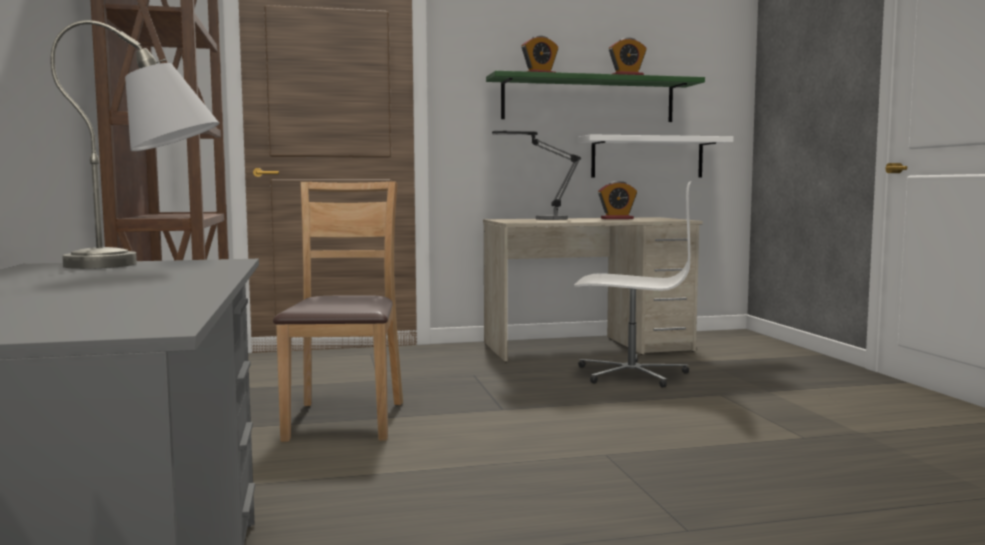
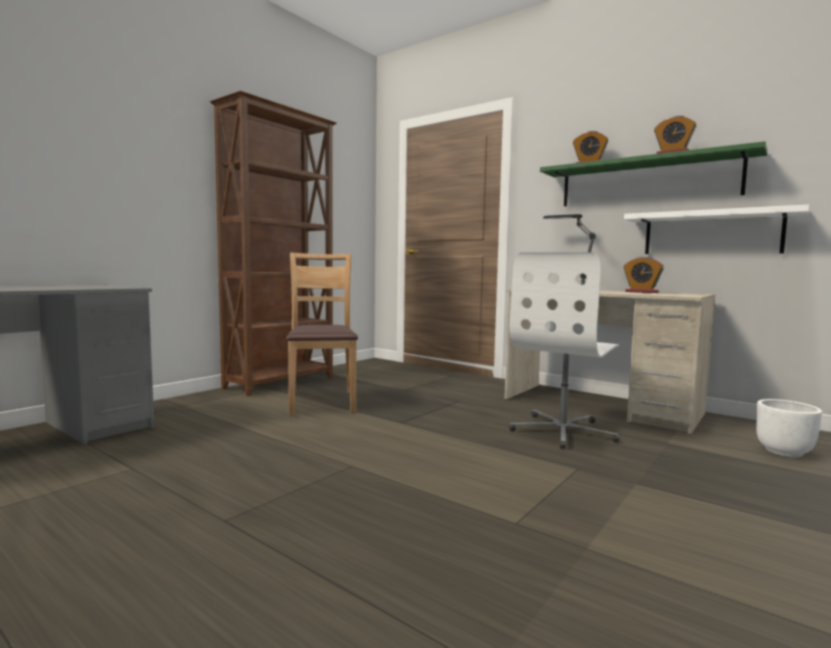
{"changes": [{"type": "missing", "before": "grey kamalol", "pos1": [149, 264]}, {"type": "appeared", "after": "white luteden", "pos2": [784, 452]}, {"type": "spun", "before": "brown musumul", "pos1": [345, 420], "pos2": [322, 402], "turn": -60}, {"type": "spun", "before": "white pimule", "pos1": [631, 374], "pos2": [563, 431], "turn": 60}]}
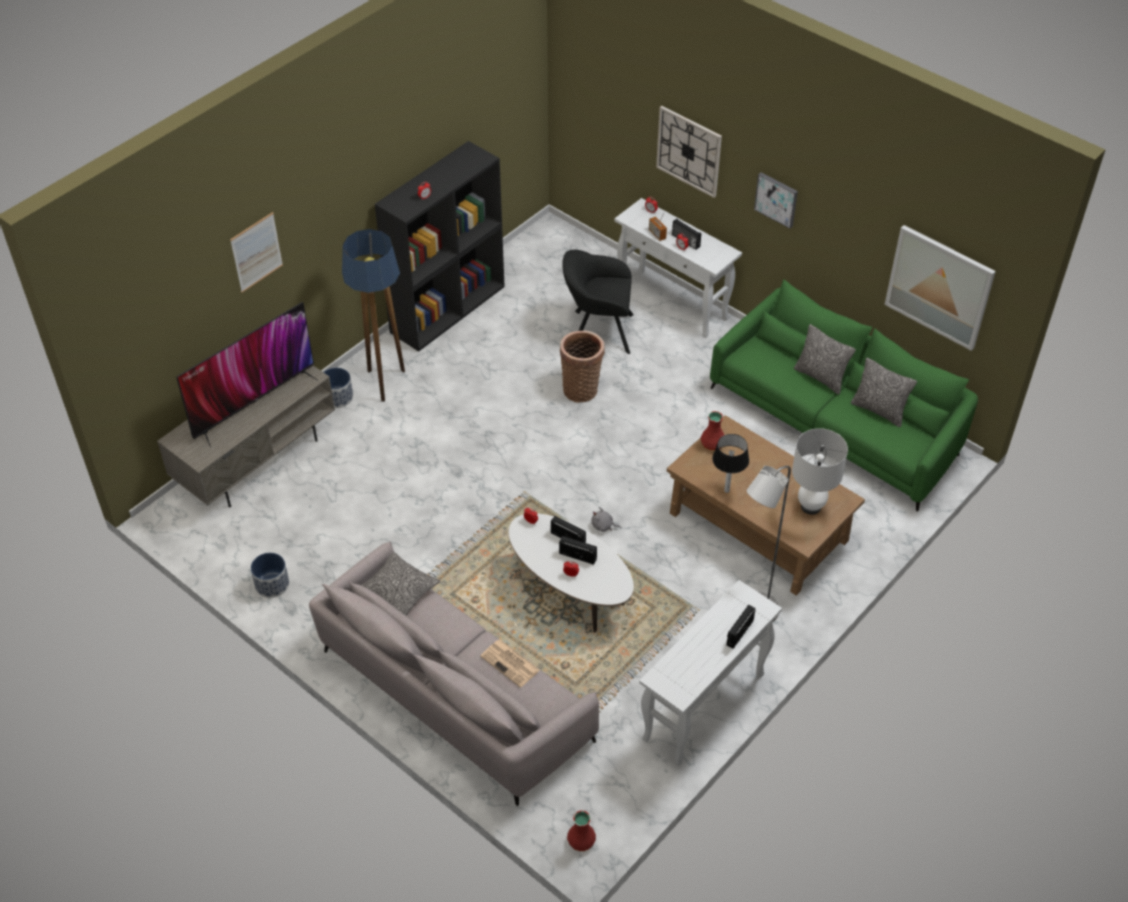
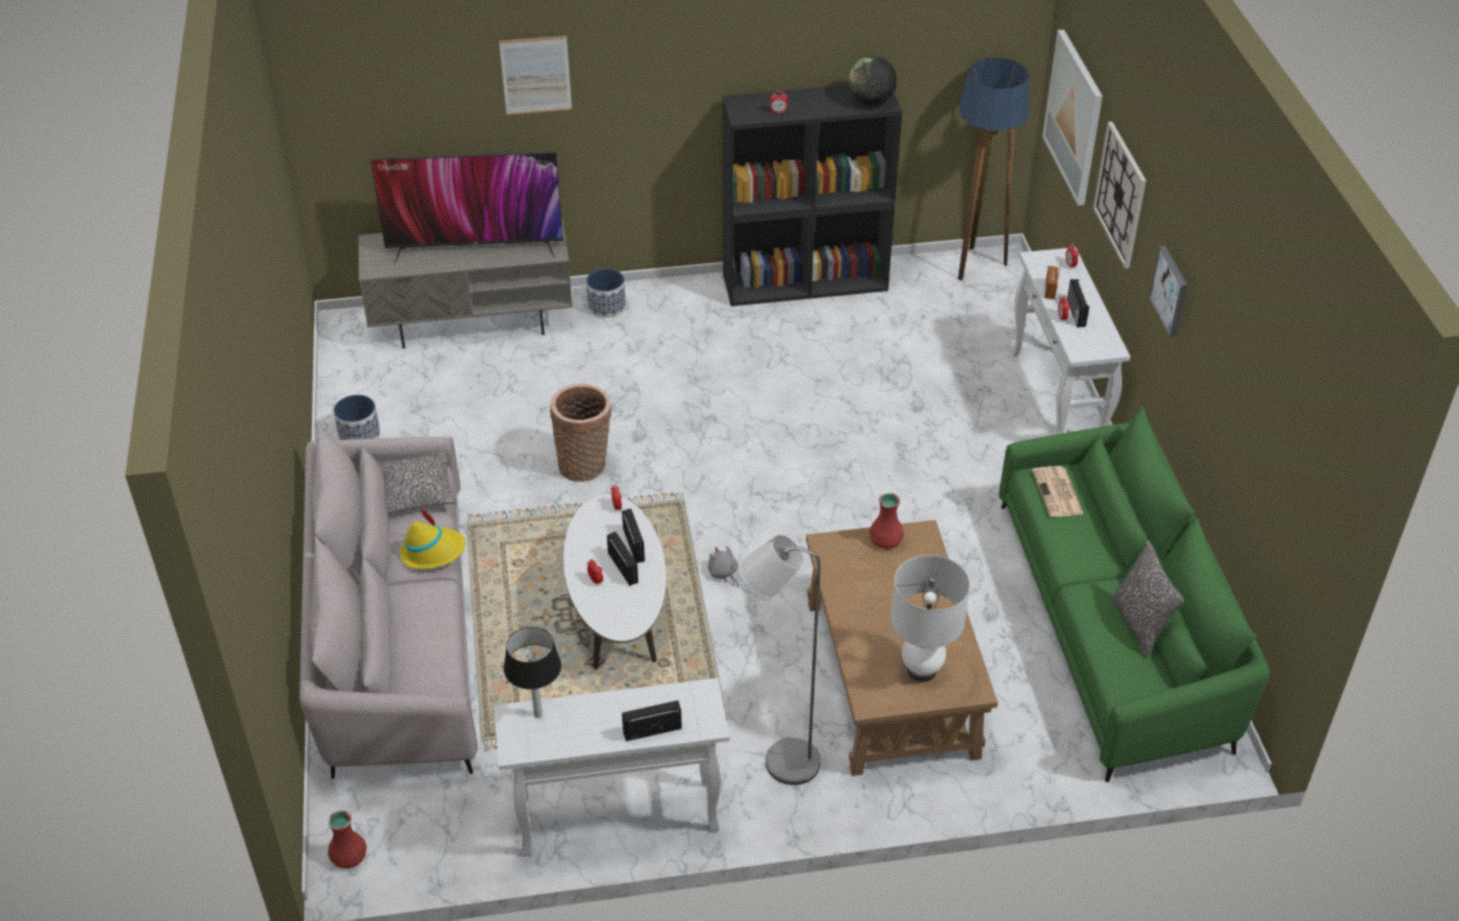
{"changes": [{"type": "missing", "before": "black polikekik", "pos1": [597, 331]}, {"type": "missing", "before": "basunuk", "pos1": [820, 377]}, {"type": "appeared", "after": "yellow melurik", "pos2": [433, 551]}, {"type": "appeared", "after": "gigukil", "pos2": [871, 101]}, {"type": "relocated", "before": "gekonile", "pos1": [385, 384], "pos2": [975, 266]}, {"type": "relocated", "before": "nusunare", "pos1": [511, 663], "pos2": [1058, 493]}, {"type": "relocated", "before": "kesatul", "pos1": [581, 388], "pos2": [585, 465]}, {"type": "relocated", "before": "kamalol", "pos1": [727, 490], "pos2": [538, 715]}, {"type": "relocated", "before": "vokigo", "pos1": [939, 287], "pos2": [1074, 117]}]}
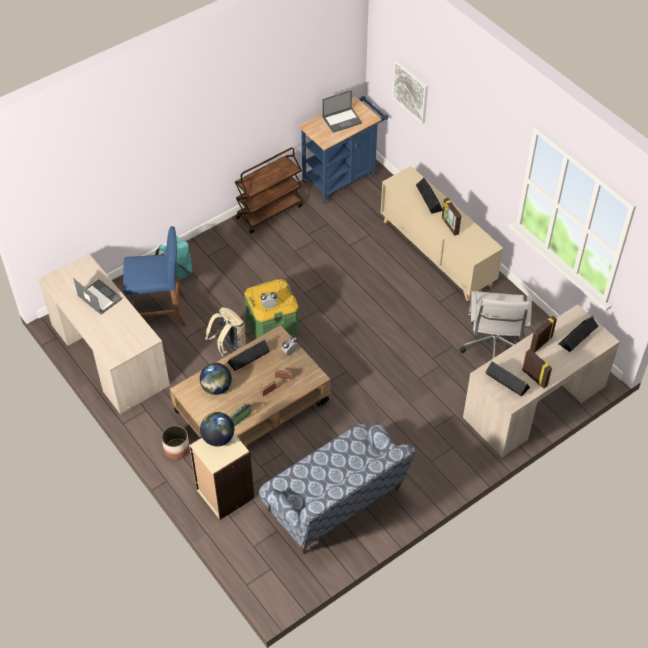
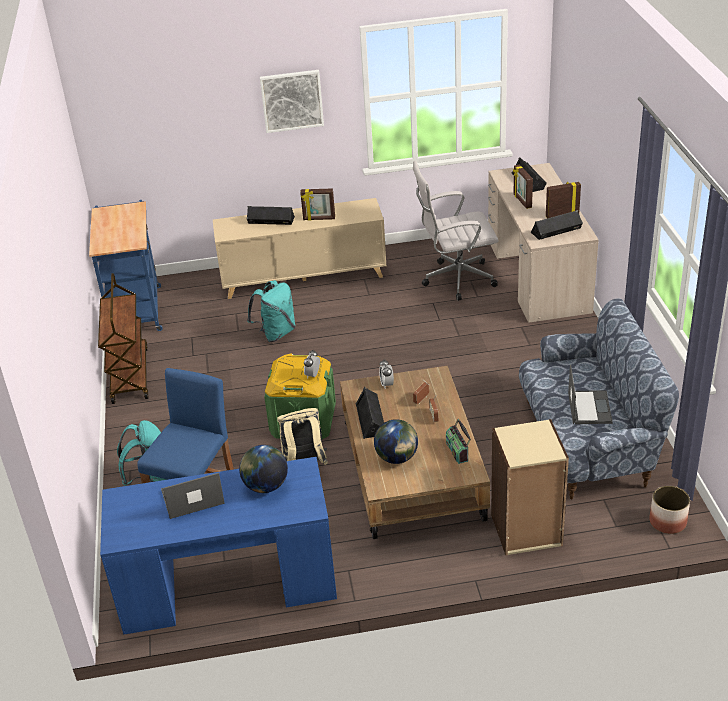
{"changes": [{"type": "appeared", "after": "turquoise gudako", "pos2": [276, 333]}, {"type": "relocated", "before": "luteden", "pos1": [176, 449], "pos2": [668, 522]}, {"type": "relocated", "before": "gigukil", "pos1": [218, 438], "pos2": [265, 486]}, {"type": "relocated", "before": "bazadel", "pos1": [342, 120], "pos2": [589, 407]}, {"type": "relocated", "before": "vokigo", "pos1": [411, 91], "pos2": [292, 100]}, {"type": "colour", "before": "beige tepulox", "after": "blue tepulox", "pos1": [110, 354], "pos2": [227, 582]}, {"type": "spun", "before": "white pimule", "pos1": [492, 349], "pos2": [455, 280], "turn": 135}]}
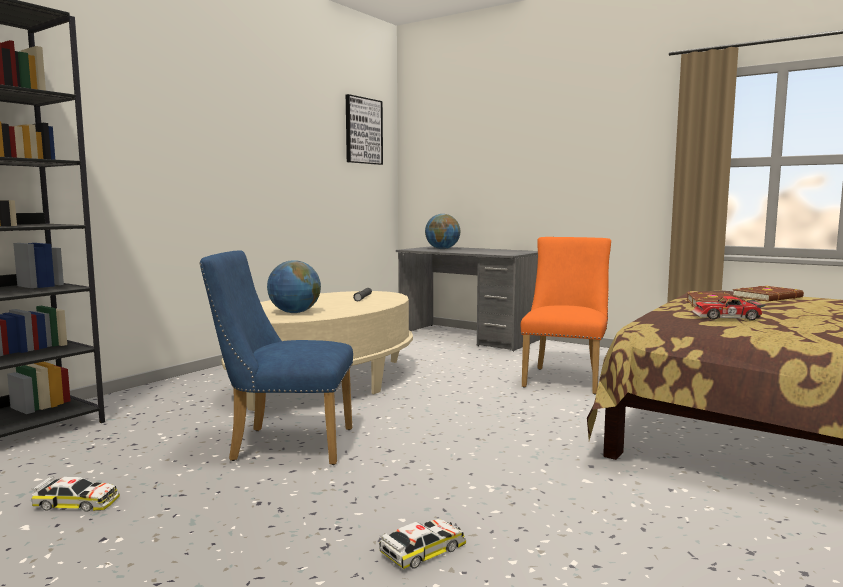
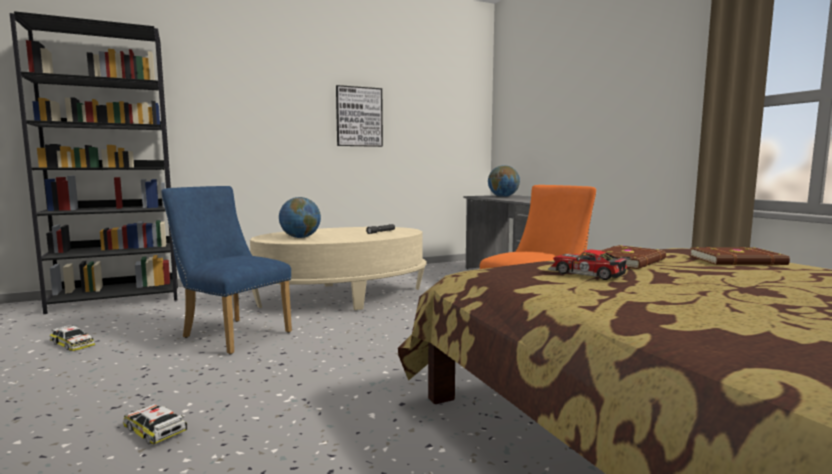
{"changes": [{"type": "relocated", "before": "vokigo", "pos1": [363, 131], "pos2": [359, 117]}, {"type": "spun", "before": "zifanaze", "pos1": [423, 551], "pos2": [154, 430], "turn": -135}]}
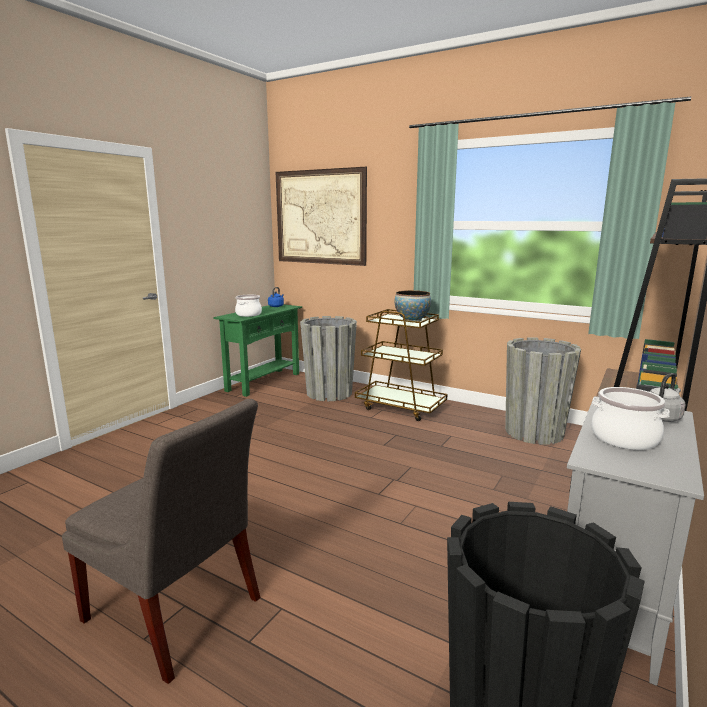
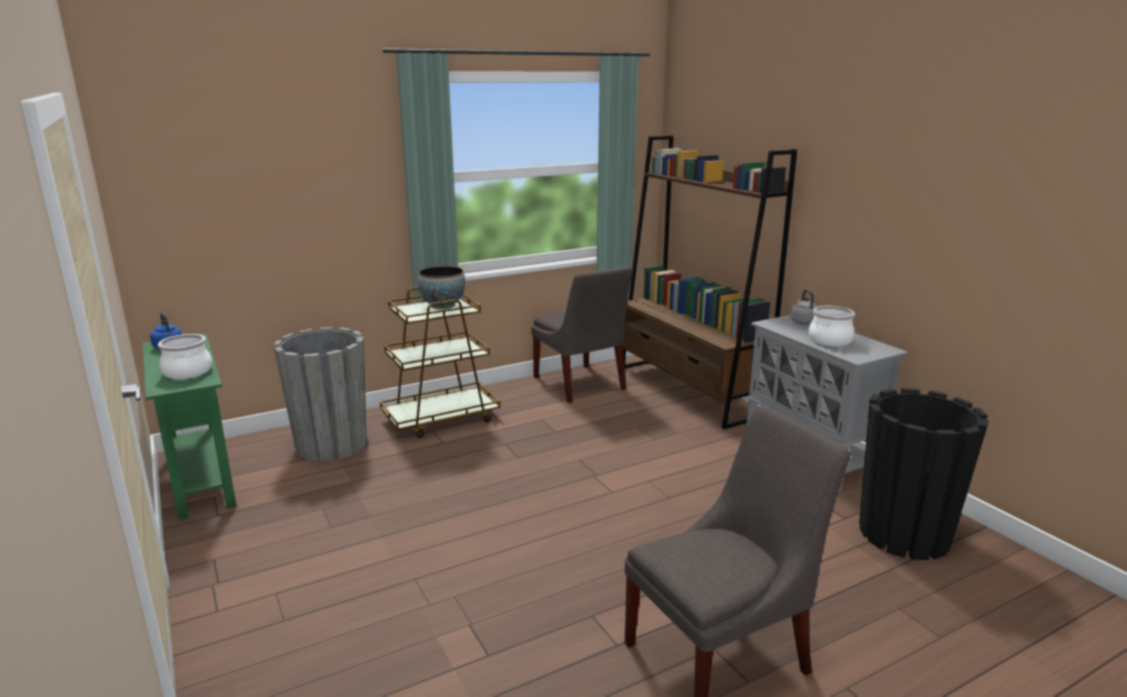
{"changes": [{"type": "missing", "before": "vokigo", "pos1": [320, 217]}, {"type": "exchanged", "before": "grey luteden", "after": "grey musumul", "pos1": [534, 432], "pos2": [580, 385]}]}
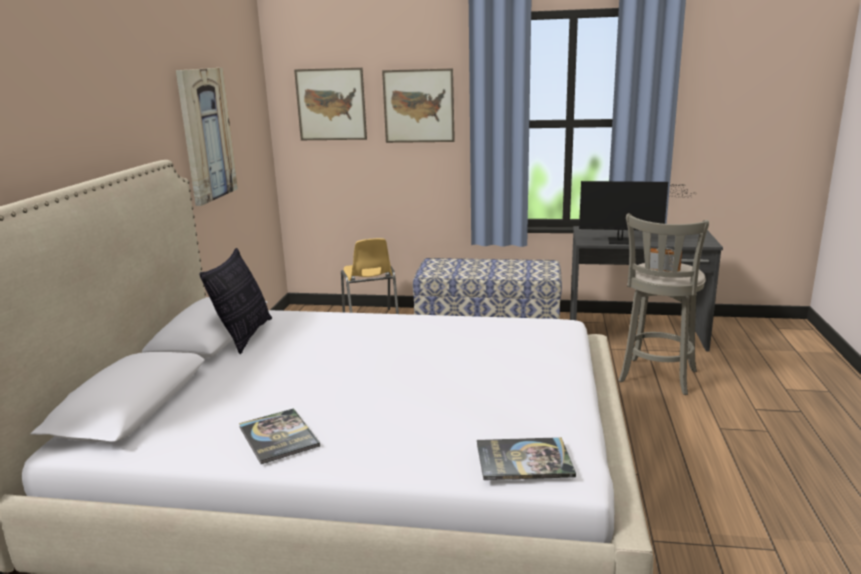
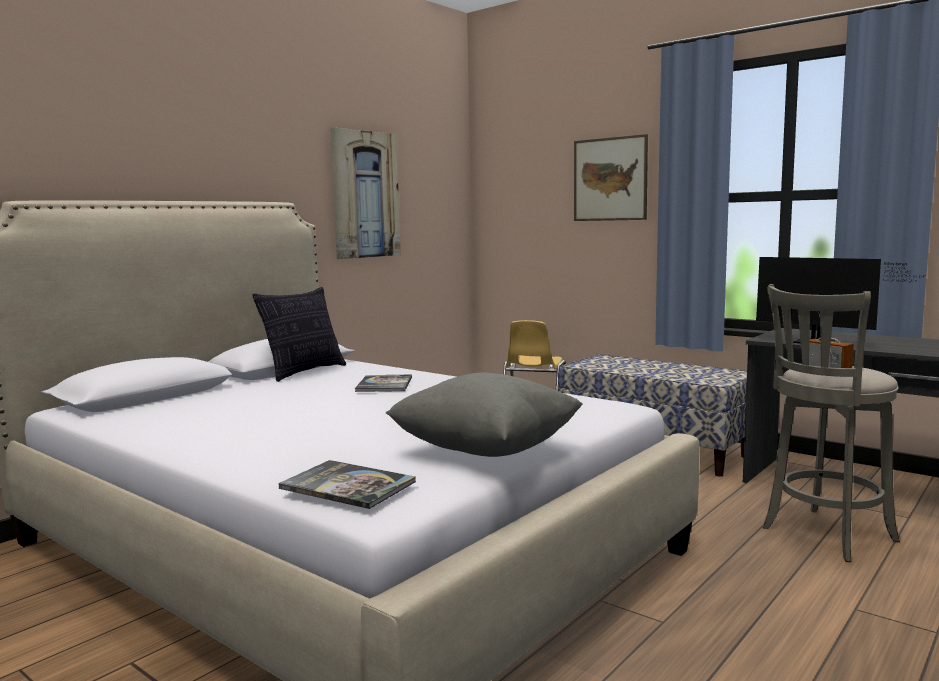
{"changes": [{"type": "missing", "before": "vokigo", "pos1": [331, 104]}, {"type": "appeared", "after": "grey basunuk", "pos2": [486, 451]}, {"type": "relocated", "before": "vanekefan", "pos1": [278, 436], "pos2": [384, 385]}]}
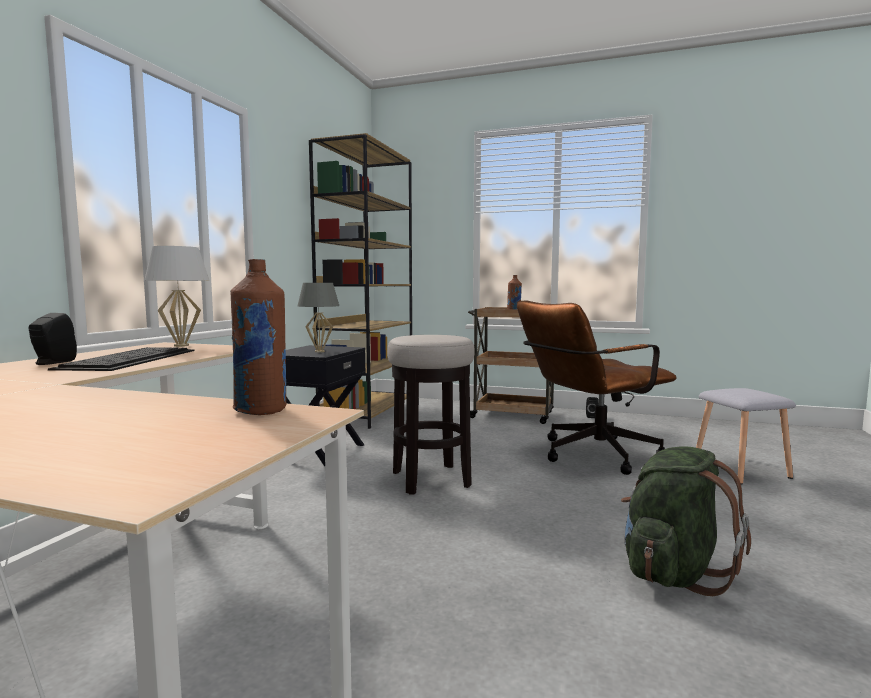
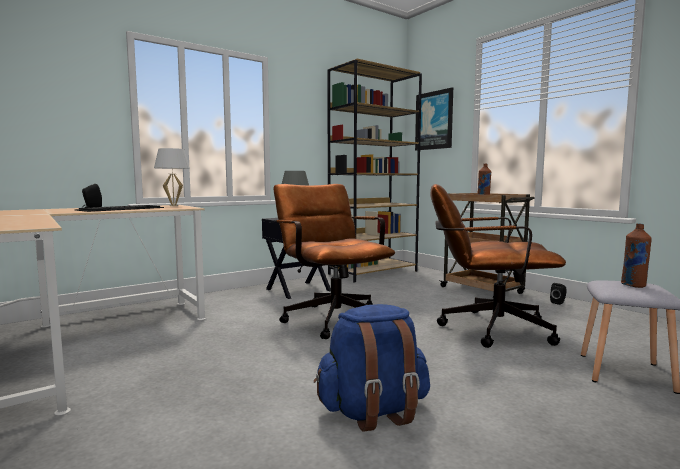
{"changes": [{"type": "appeared", "after": "vokigo", "pos2": [434, 120]}, {"type": "relocated", "before": "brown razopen", "pos1": [261, 410], "pos2": [634, 285]}, {"type": "exchanged", "before": "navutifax", "after": "brown pimule", "pos1": [431, 479], "pos2": [331, 317]}, {"type": "colour", "before": "green gudako", "after": "blue gudako", "pos1": [673, 572], "pos2": [373, 411]}]}
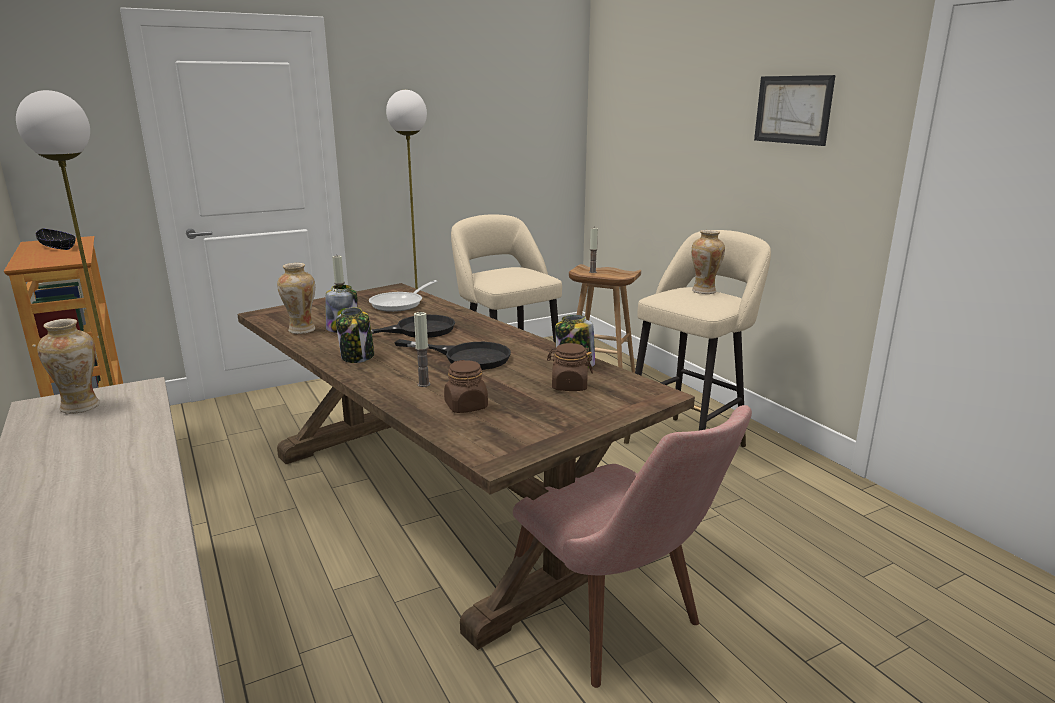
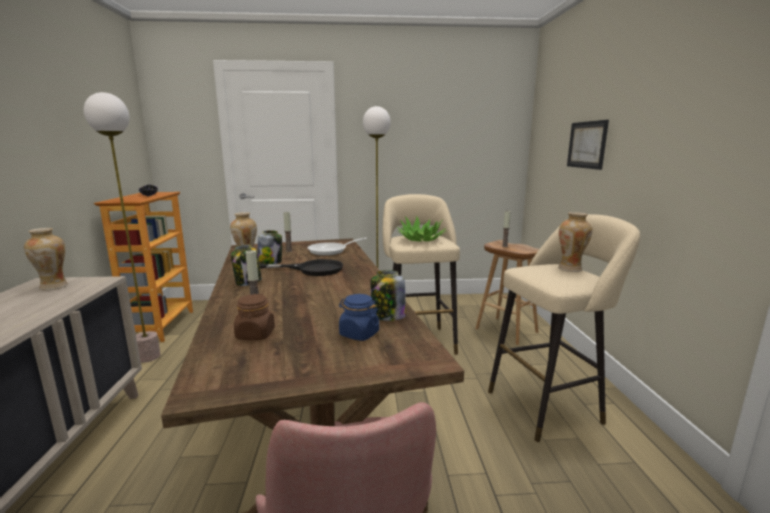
{"changes": [{"type": "missing", "before": "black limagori", "pos1": [466, 357]}, {"type": "appeared", "after": "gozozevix", "pos2": [421, 239]}, {"type": "relocated", "before": "vokigo", "pos1": [793, 109], "pos2": [587, 145]}, {"type": "colour", "before": "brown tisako", "after": "blue tisako", "pos1": [569, 386], "pos2": [359, 334]}]}
